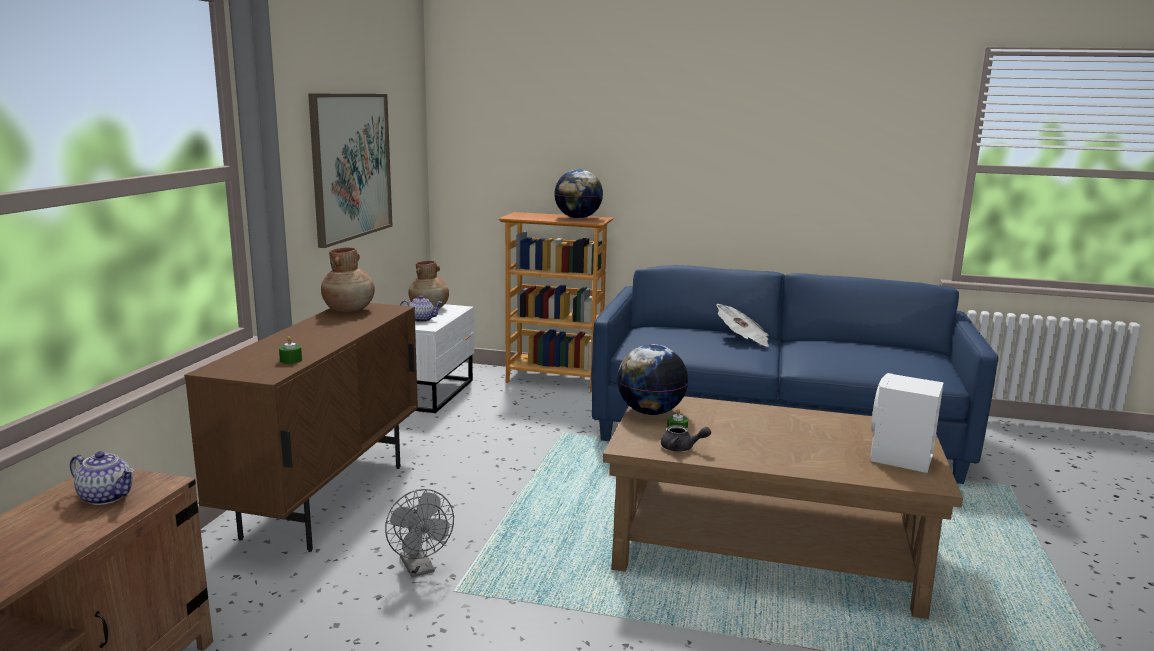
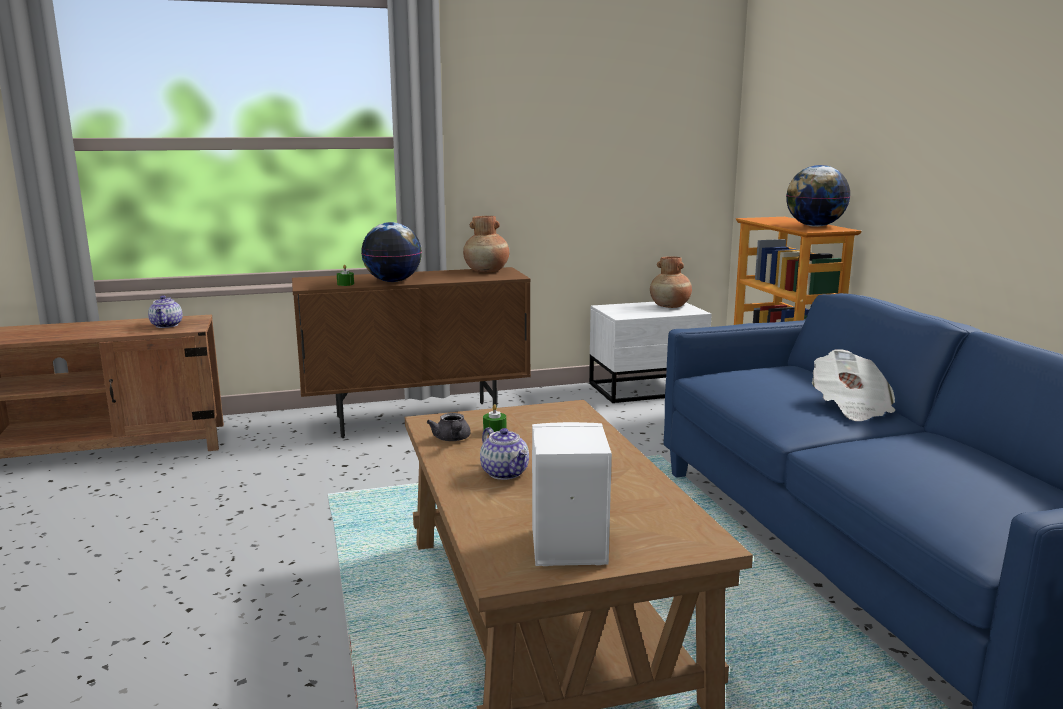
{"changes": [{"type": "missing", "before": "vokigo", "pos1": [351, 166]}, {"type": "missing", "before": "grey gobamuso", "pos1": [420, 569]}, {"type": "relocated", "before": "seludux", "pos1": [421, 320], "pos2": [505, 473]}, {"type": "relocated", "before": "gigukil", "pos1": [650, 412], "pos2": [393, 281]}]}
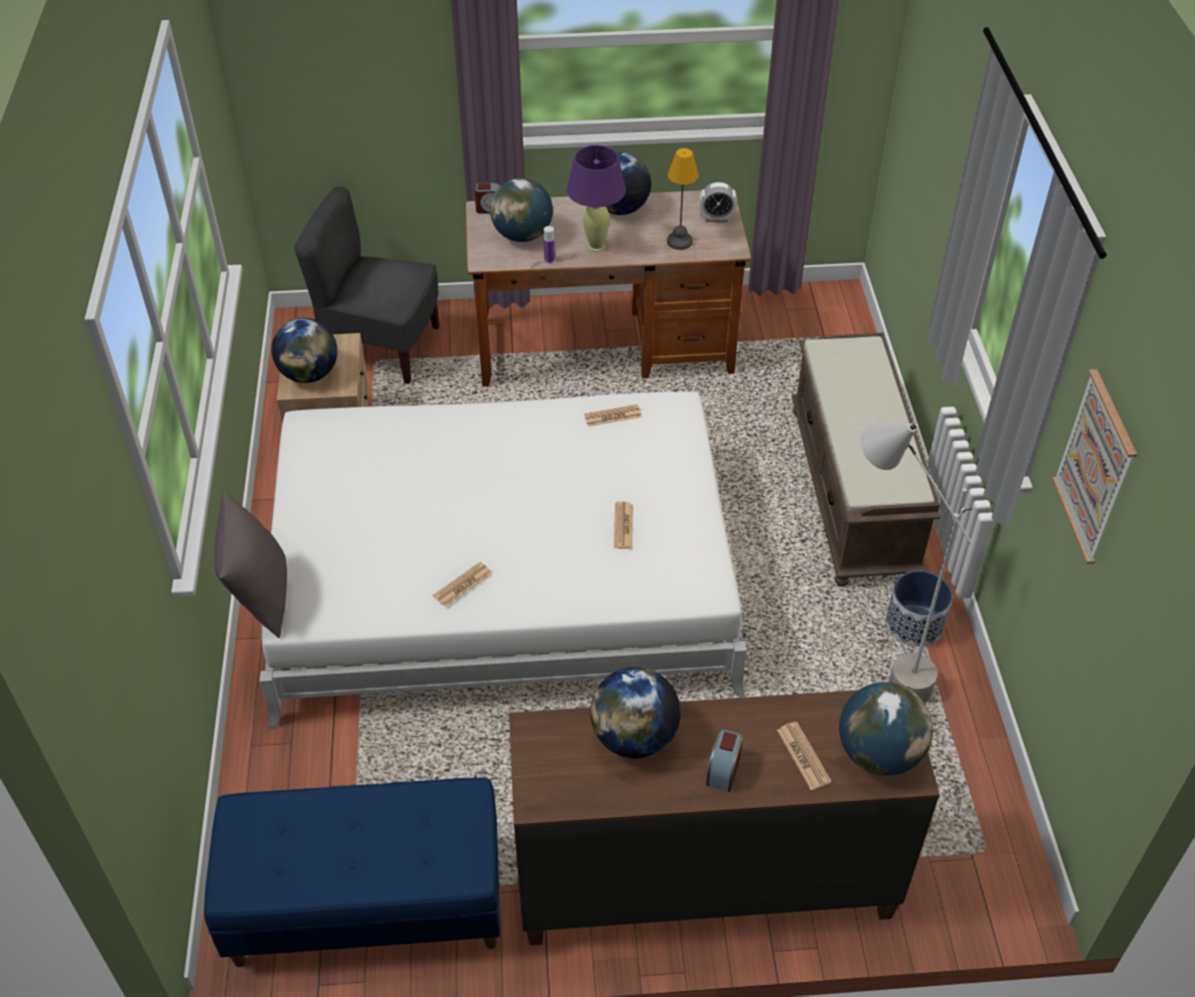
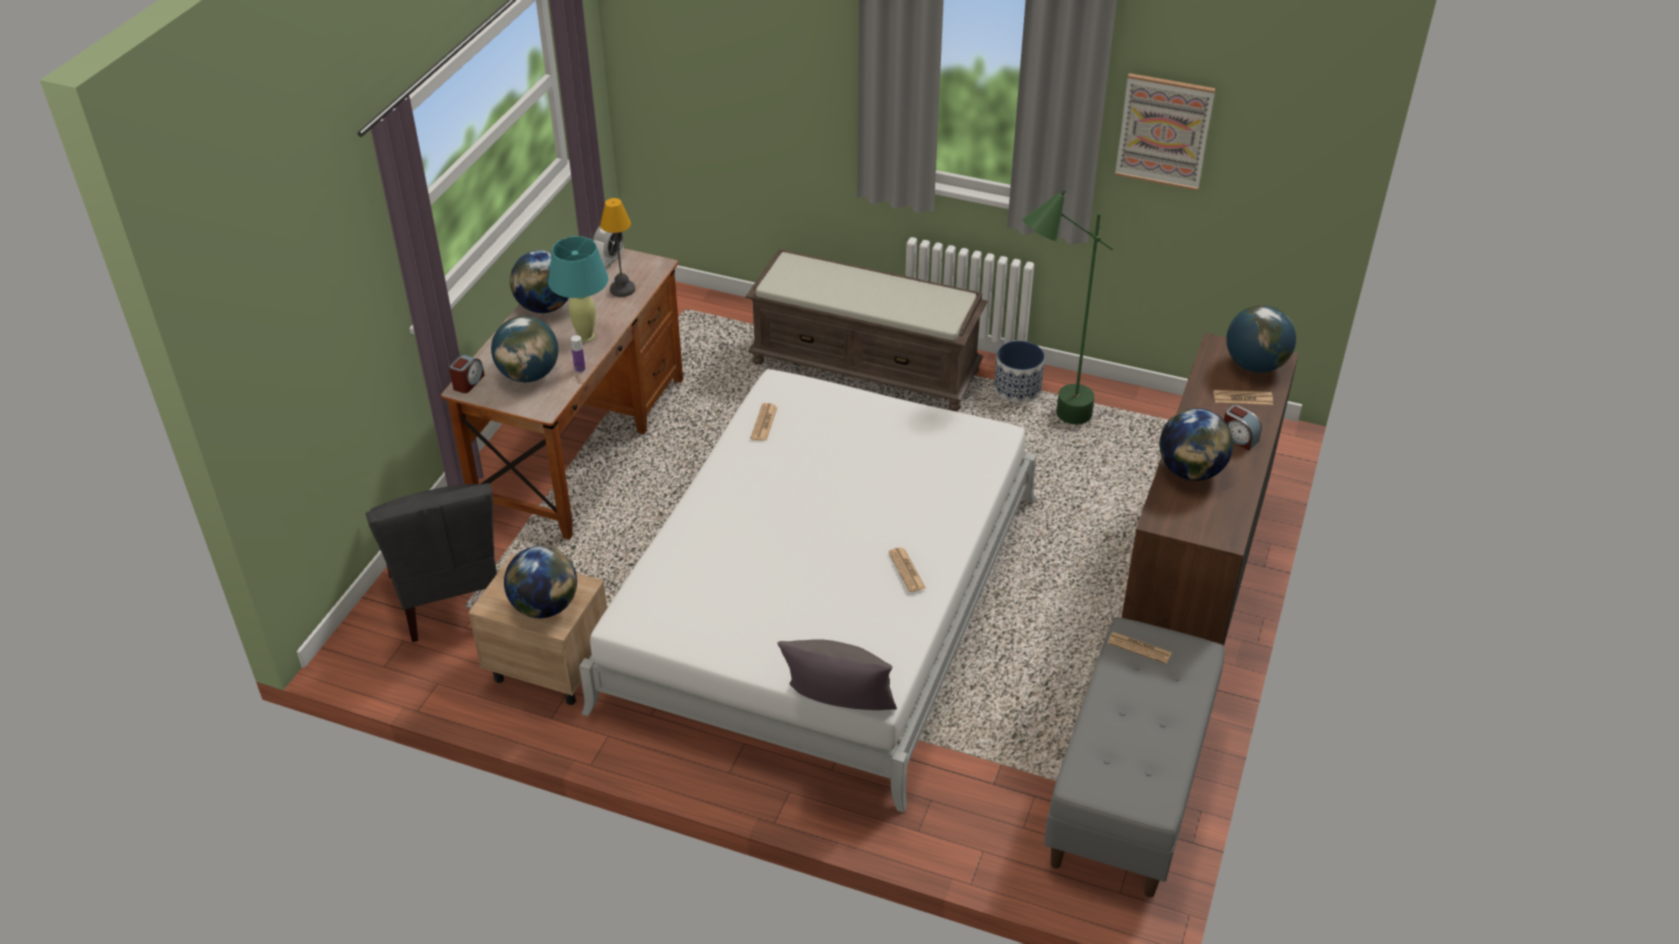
{"changes": [{"type": "relocated", "before": "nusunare", "pos1": [623, 526], "pos2": [1139, 648]}, {"type": "colour", "before": "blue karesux", "after": "grey karesux", "pos1": [366, 906], "pos2": [1130, 790]}, {"type": "colour", "before": "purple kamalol", "after": "turquoise kamalol", "pos1": [596, 246], "pos2": [585, 336]}, {"type": "colour", "before": "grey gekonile", "after": "green gekonile", "pos1": [876, 671], "pos2": [1049, 423]}, {"type": "spun", "before": "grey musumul", "pos1": [382, 348], "pos2": [449, 596], "turn": -60}]}
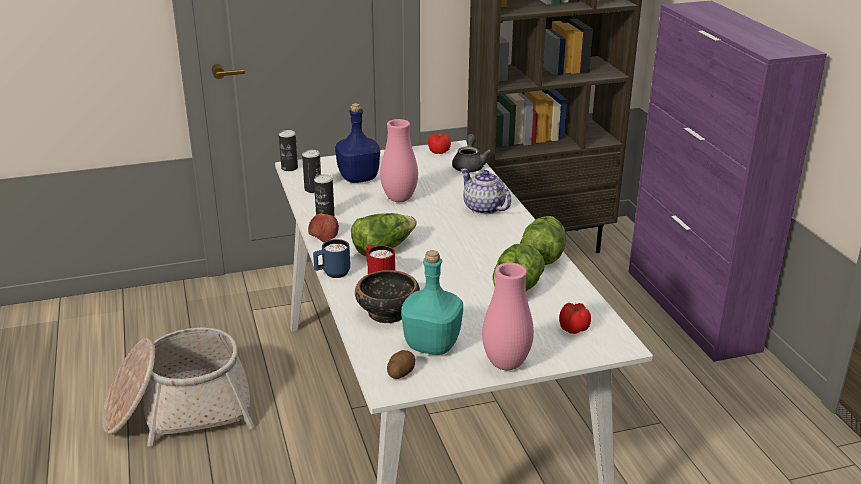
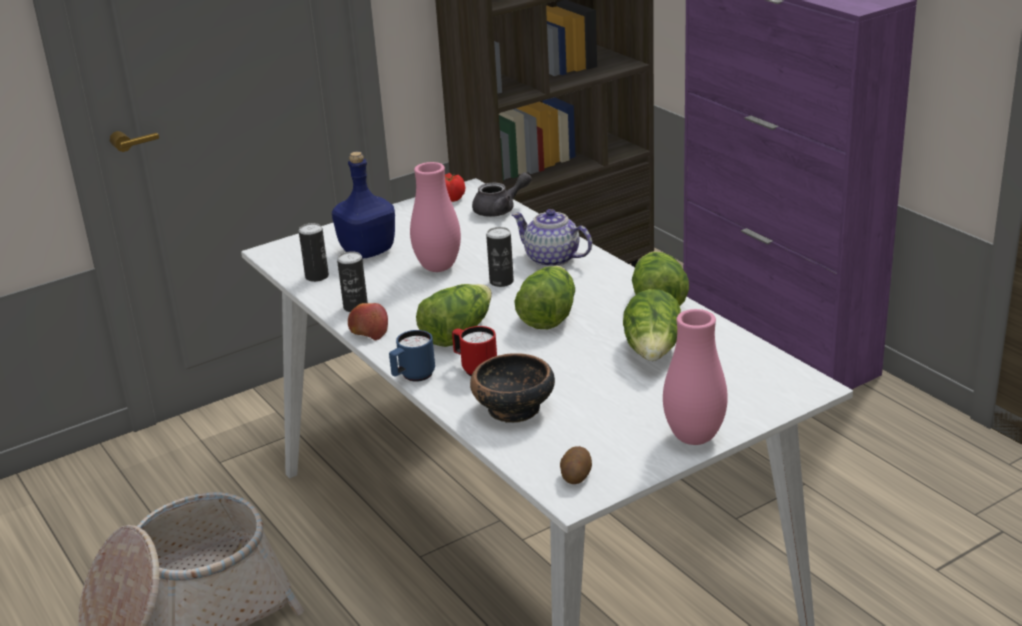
{"changes": [{"type": "missing", "before": "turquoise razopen", "pos1": [431, 344]}, {"type": "missing", "before": "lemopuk", "pos1": [573, 328]}, {"type": "appeared", "after": "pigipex", "pos2": [547, 315]}, {"type": "relocated", "before": "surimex", "pos1": [289, 168], "pos2": [501, 282]}, {"type": "spun", "before": "grey seludux", "pos1": [469, 165], "pos2": [500, 210], "turn": 75}]}
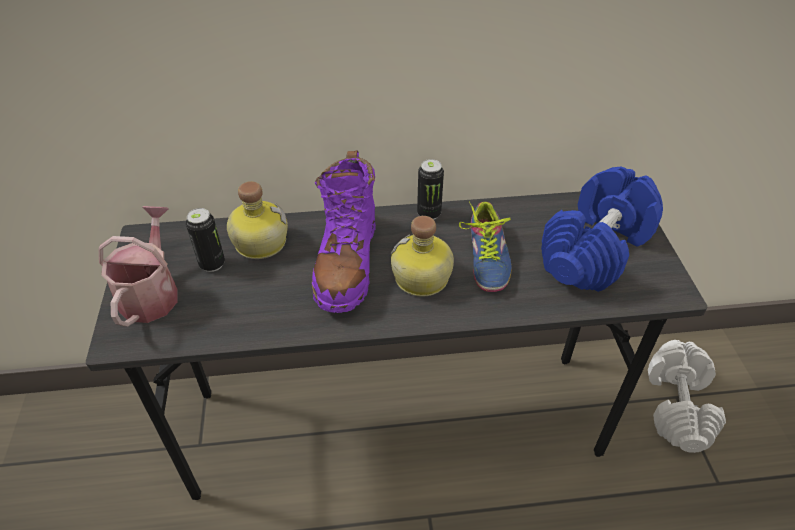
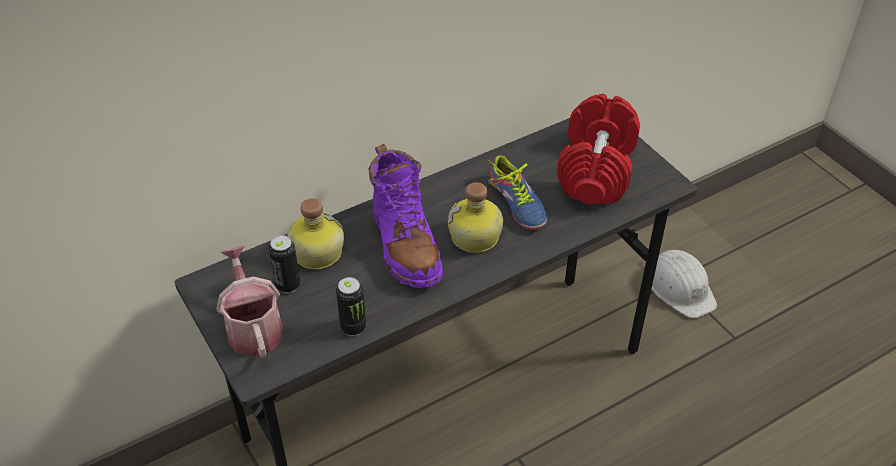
{"changes": [{"type": "relocated", "before": "surimex", "pos1": [429, 213], "pos2": [353, 327]}, {"type": "exchanged", "before": "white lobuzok", "after": "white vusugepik", "pos1": [678, 406], "pos2": [679, 287]}, {"type": "colour", "before": "blue lobuzok", "after": "red lobuzok", "pos1": [594, 249], "pos2": [596, 168]}]}
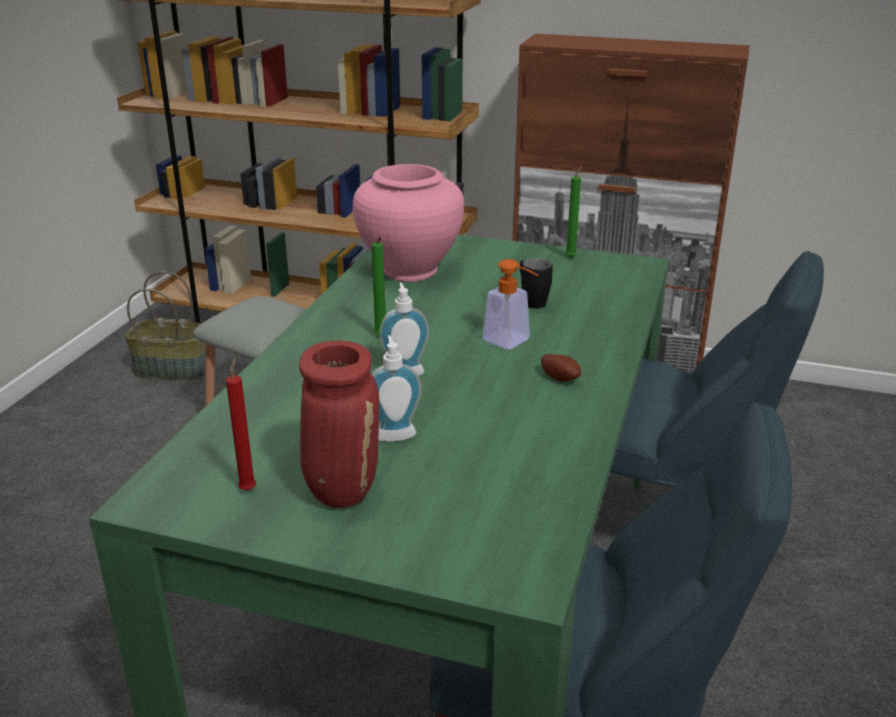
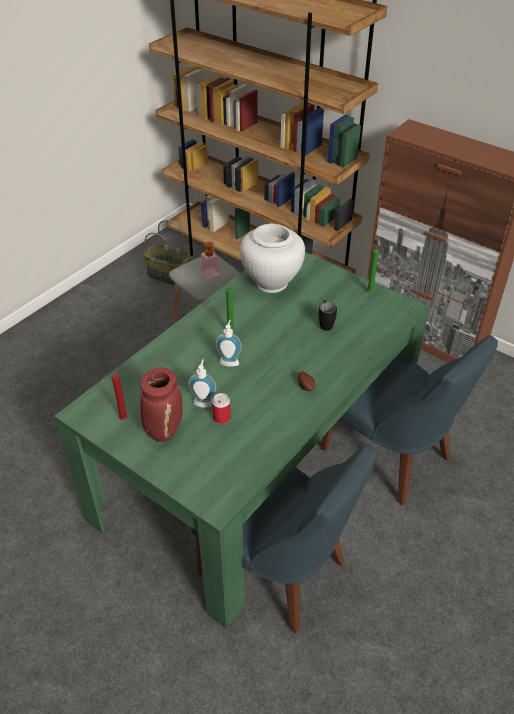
{"changes": [{"type": "appeared", "after": "surimex", "pos2": [221, 418]}, {"type": "relocated", "before": "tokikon", "pos1": [512, 343], "pos2": [211, 275]}, {"type": "colour", "before": "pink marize", "after": "white marize", "pos1": [410, 270], "pos2": [272, 283]}]}
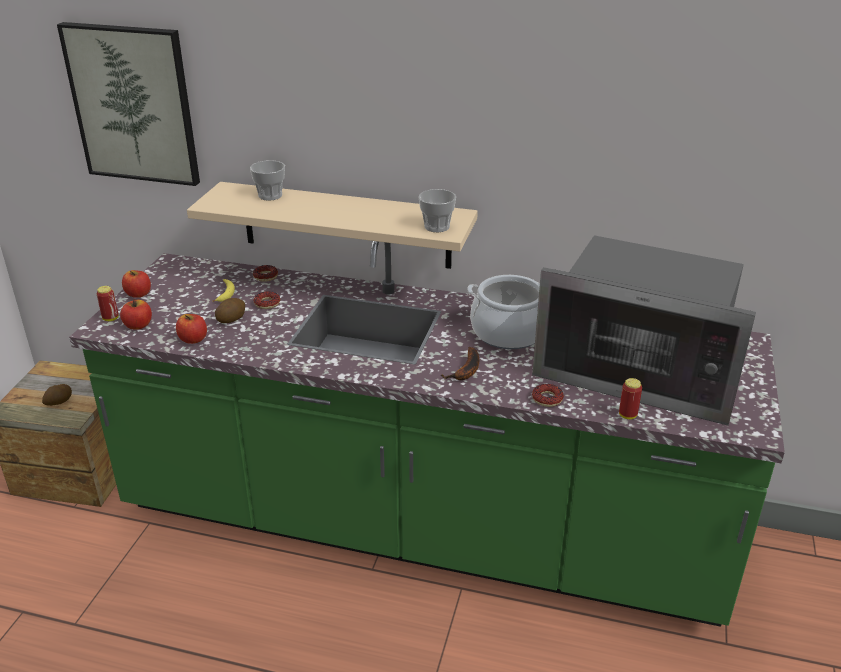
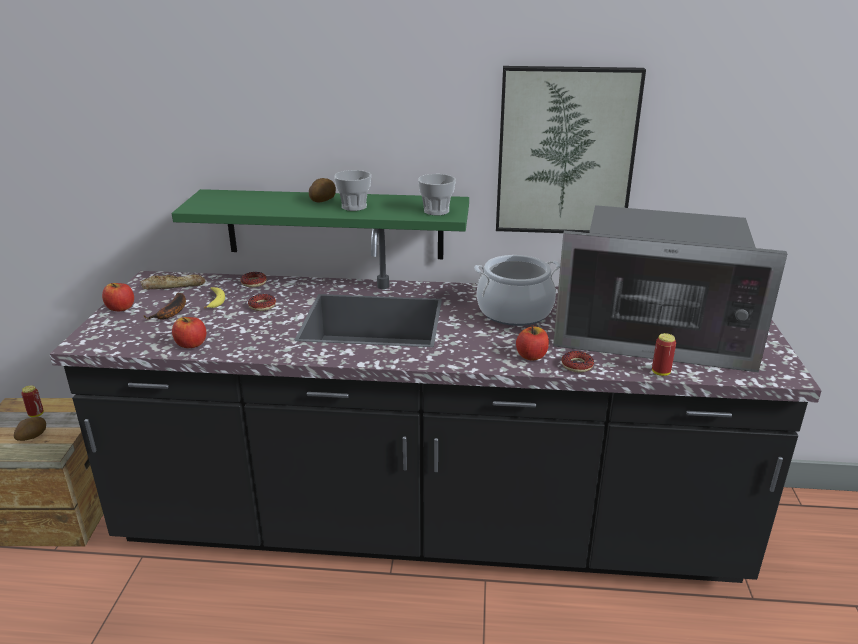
{"changes": [{"type": "appeared", "after": "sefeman", "pos2": [173, 286]}, {"type": "relocated", "before": "vokigo", "pos1": [133, 104], "pos2": [565, 152]}, {"type": "relocated", "before": "surimex", "pos1": [110, 318], "pos2": [36, 414]}, {"type": "relocated", "before": "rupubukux", "pos1": [138, 325], "pos2": [531, 356]}, {"type": "relocated", "before": "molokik", "pos1": [231, 319], "pos2": [323, 200]}, {"type": "relocated", "before": "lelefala", "pos1": [270, 195], "pos2": [354, 207]}, {"type": "relocated", "before": "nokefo", "pos1": [466, 371], "pos2": [171, 312]}, {"type": "colour", "before": "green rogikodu", "after": "black rogikodu", "pos1": [420, 527], "pos2": [429, 525]}, {"type": "colour", "before": "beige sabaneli", "after": "green sabaneli", "pos1": [346, 225], "pos2": [334, 224]}]}
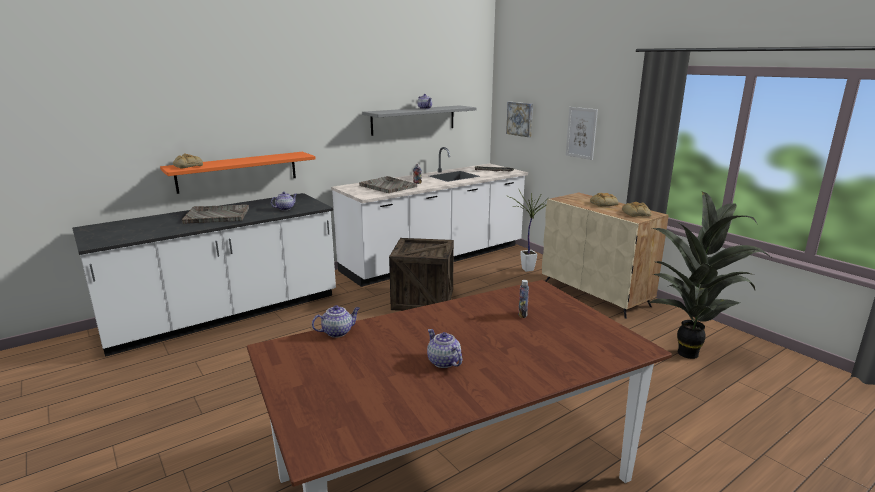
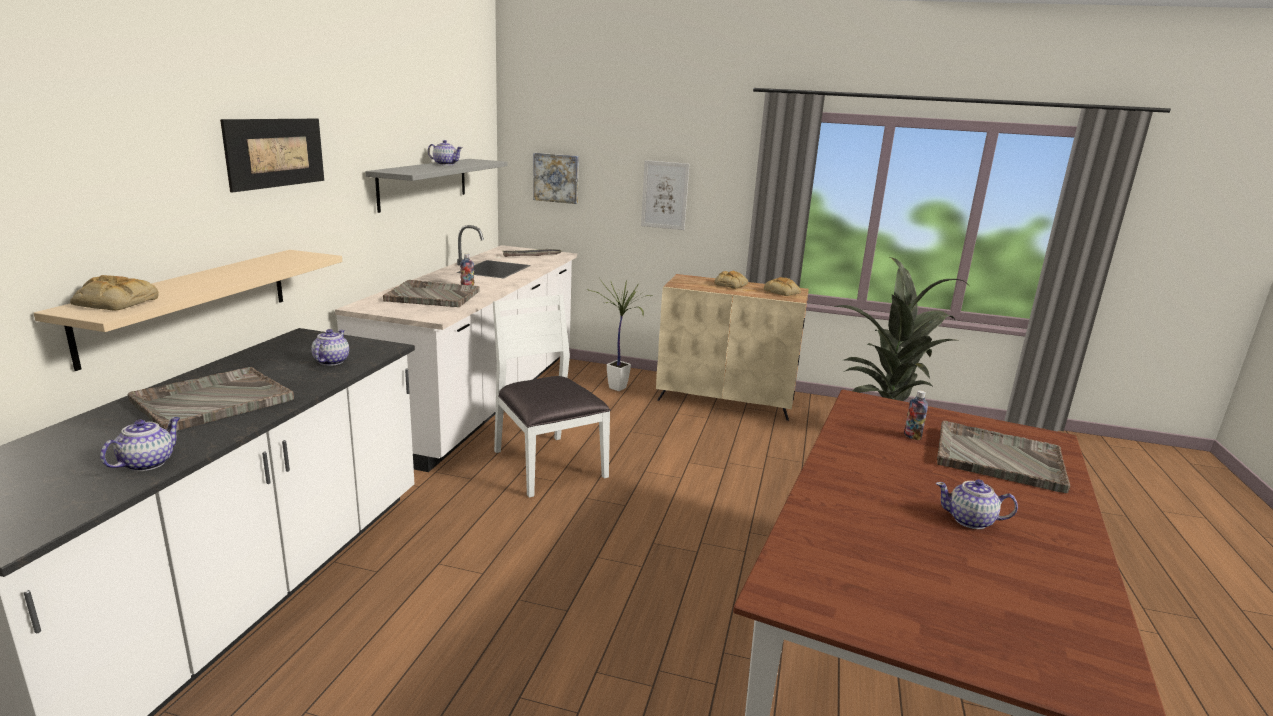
{"changes": [{"type": "appeared", "after": "vokigo", "pos2": [276, 152]}, {"type": "appeared", "after": "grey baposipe", "pos2": [997, 458]}, {"type": "relocated", "before": "seludux", "pos1": [338, 332], "pos2": [148, 463]}, {"type": "exchanged", "before": "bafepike", "after": "white musumul", "pos1": [423, 299], "pos2": [547, 464]}, {"type": "colour", "before": "orange sabaneli", "after": "beige sabaneli", "pos1": [238, 171], "pos2": [189, 303]}]}
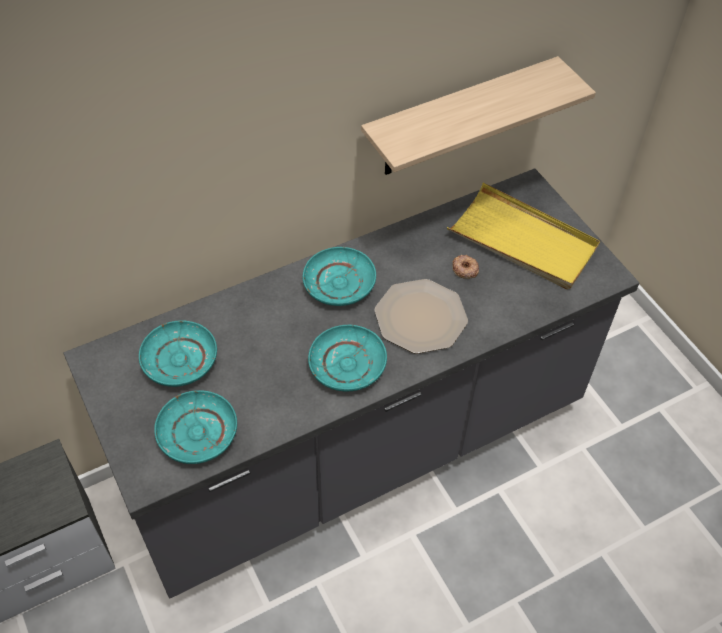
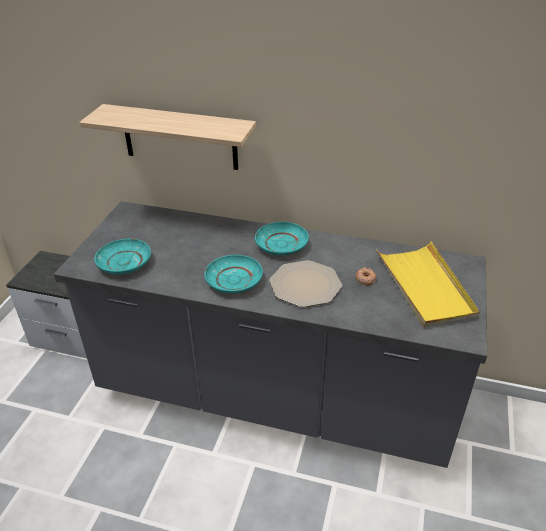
{"changes": [{"type": "missing", "before": "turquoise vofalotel", "pos1": [179, 360]}, {"type": "relocated", "before": "sabaneli", "pos1": [459, 118], "pos2": [180, 137]}]}
